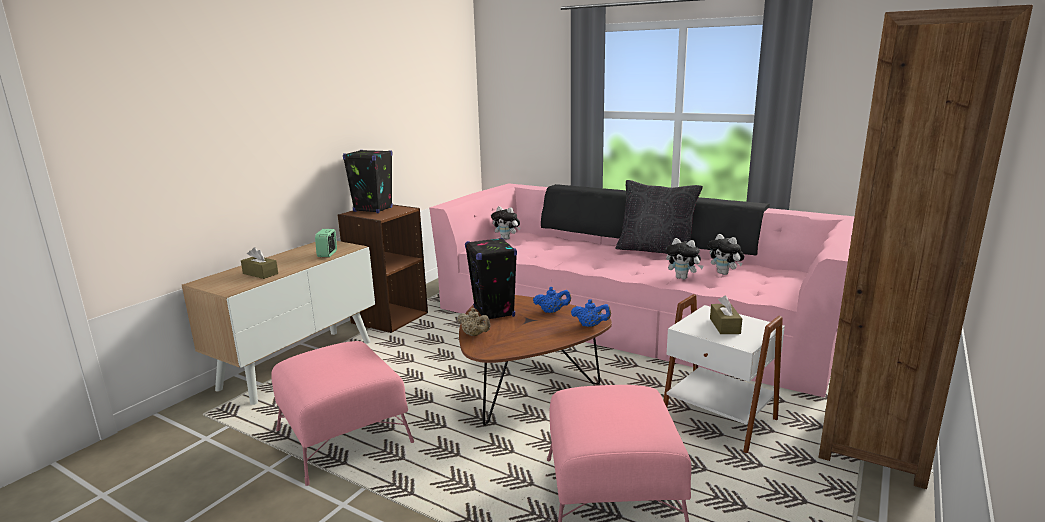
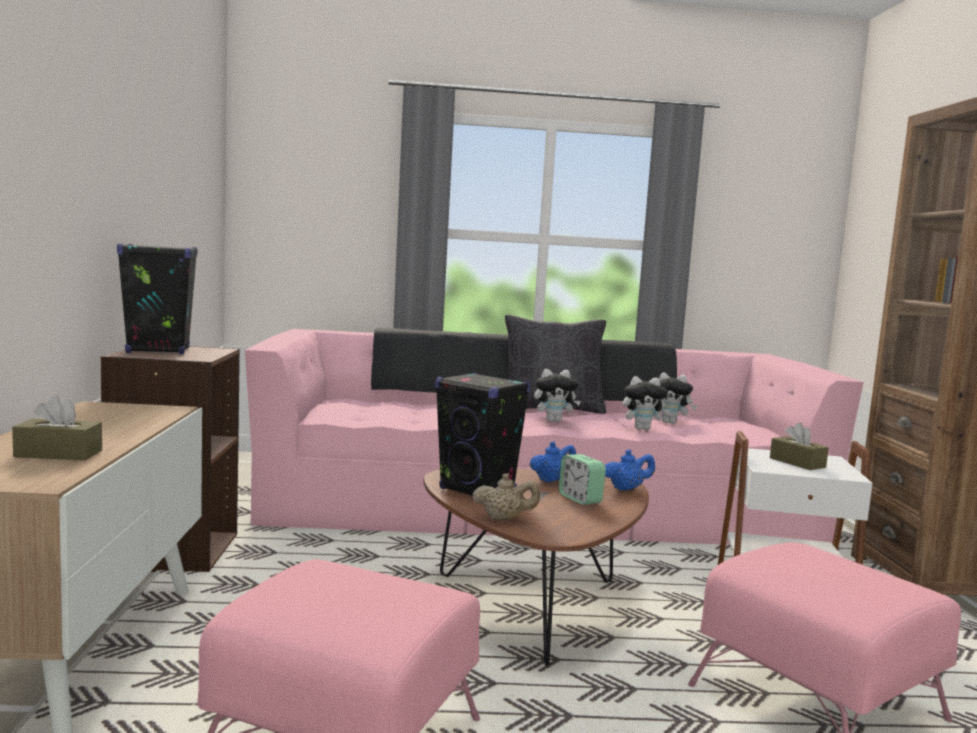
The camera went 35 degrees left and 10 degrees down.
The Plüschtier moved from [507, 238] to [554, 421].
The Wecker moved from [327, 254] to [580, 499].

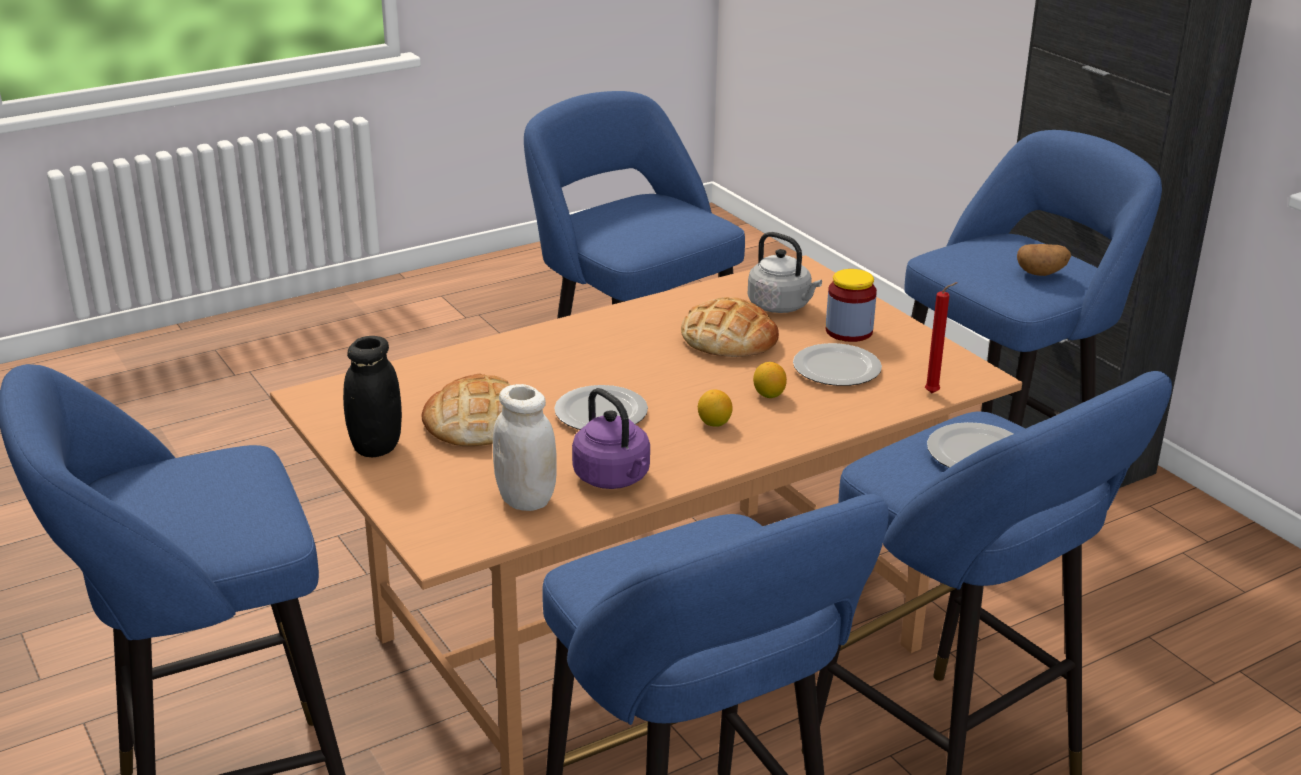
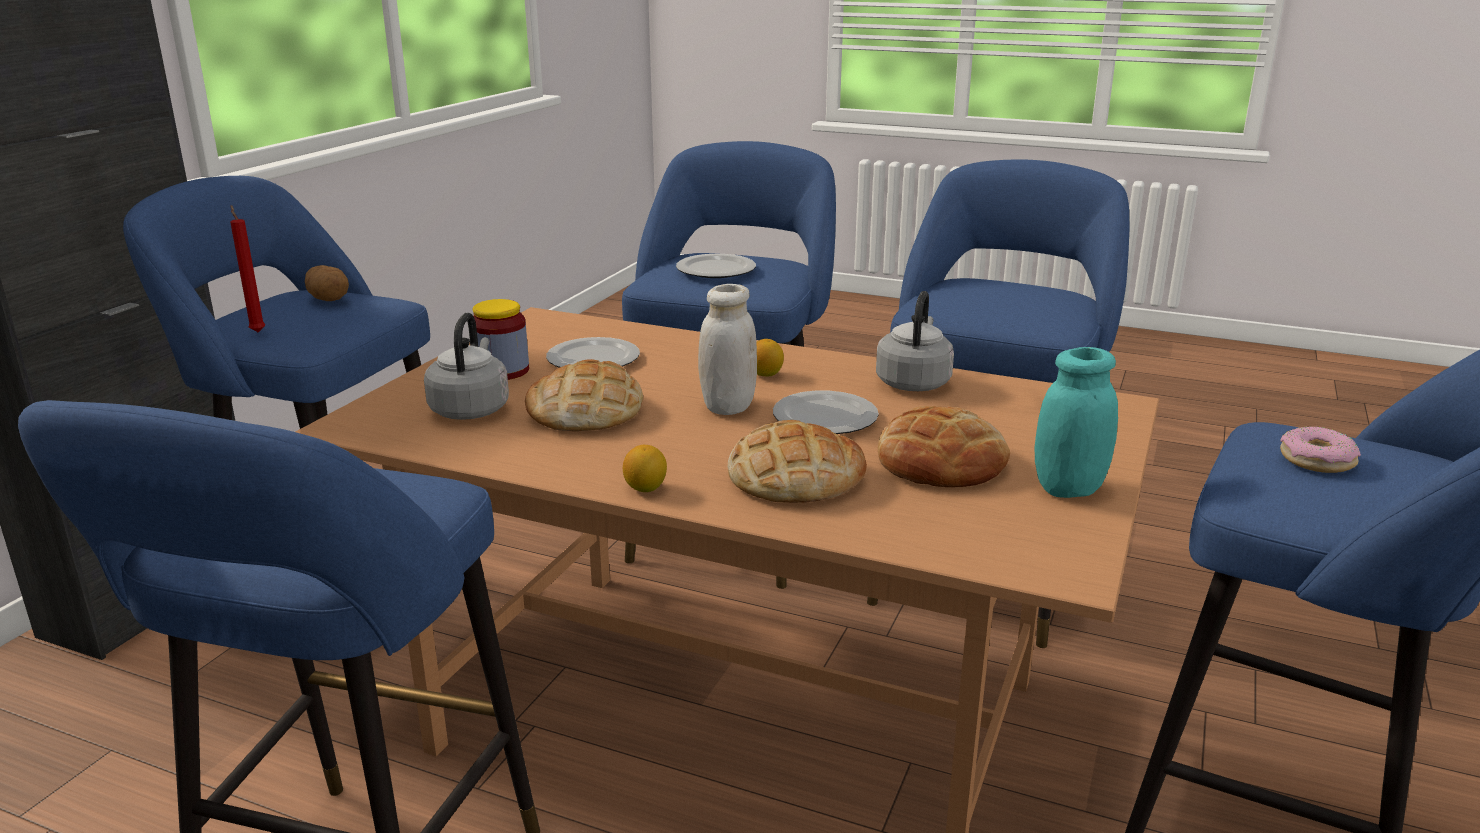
The camera went 125 degrees left and 5 degrees down.
The Kerze [rot] moved from [934, 393] to [257, 331].
The Zitrone moved from [769, 395] to [646, 488].
The Vorratsglas [weiß] moved from [526, 499] to [727, 406].
The Brot at [794, 477] appeared.
The Wasserkessel [lila] at [614, 478] became the Wasserkessel [grau] at [913, 382].
The Vorratsglas [schwarz] at [376, 446] became the Vorratsglas [türkis] at [1069, 488].
The Donut at [1317, 460] appeared.

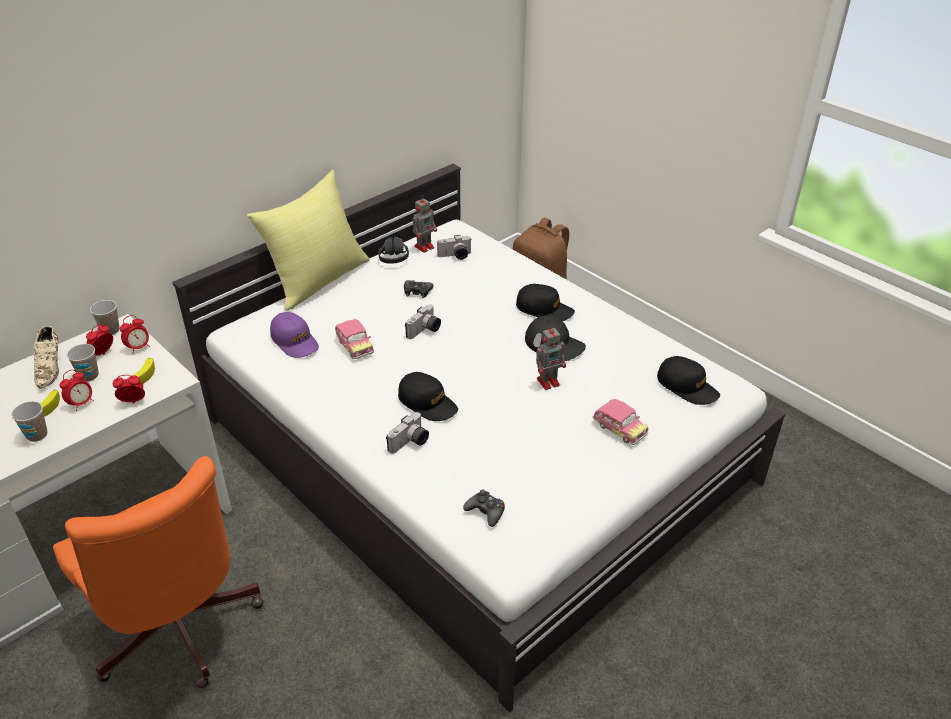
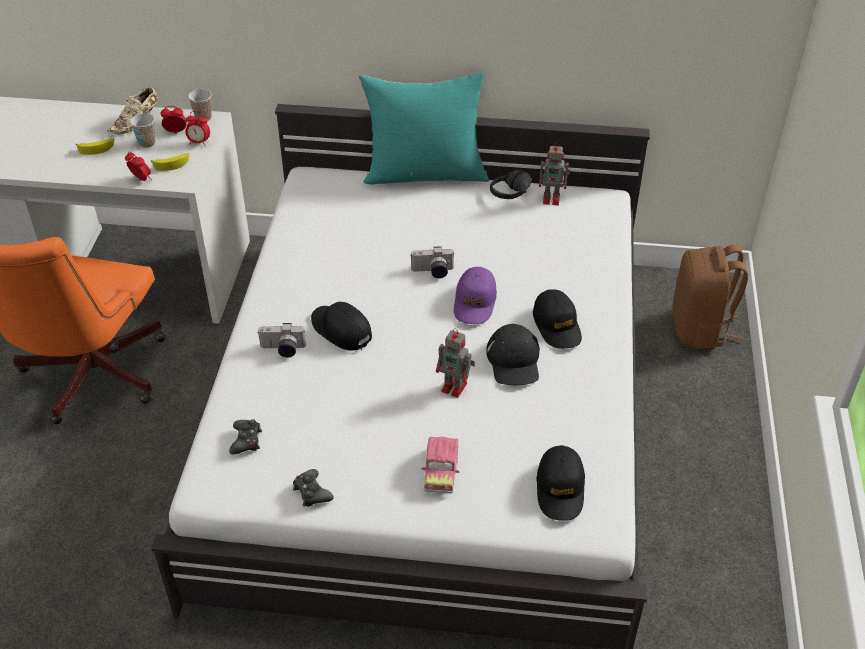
The camera went 50 degrees right and 5 degrees up.
The Gamepad [schwarz] moved from [417, 292] to [312, 492].
The Kappe [schwarz] at [427, 403] turned 135 degrees clockwise.
The Kissen [gelb] at [318, 279] became the Kissen [türkis] at [425, 172].
The Kappe [lila] moved from [295, 341] to [475, 302].
The Tasse at [37, 435] disappeared.
The Wecker at [81, 403] disappeared.
The Spielzeugauto at [354, 346] disappeared.
The Kamera at [455, 256] disappeared.

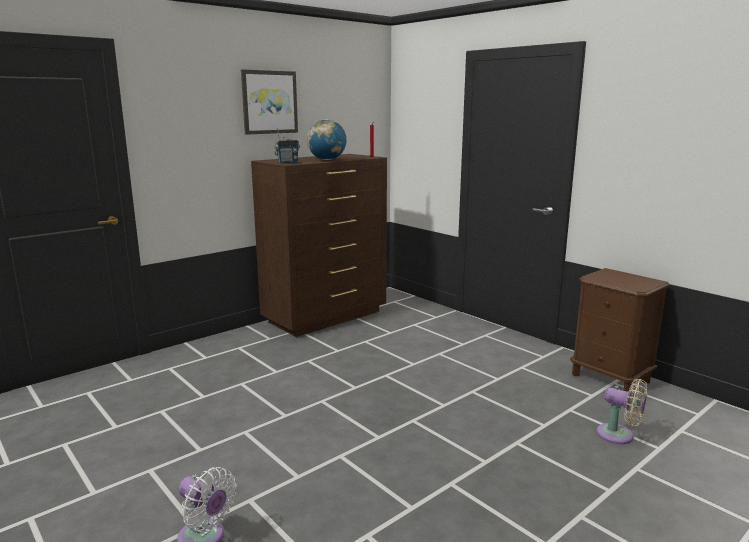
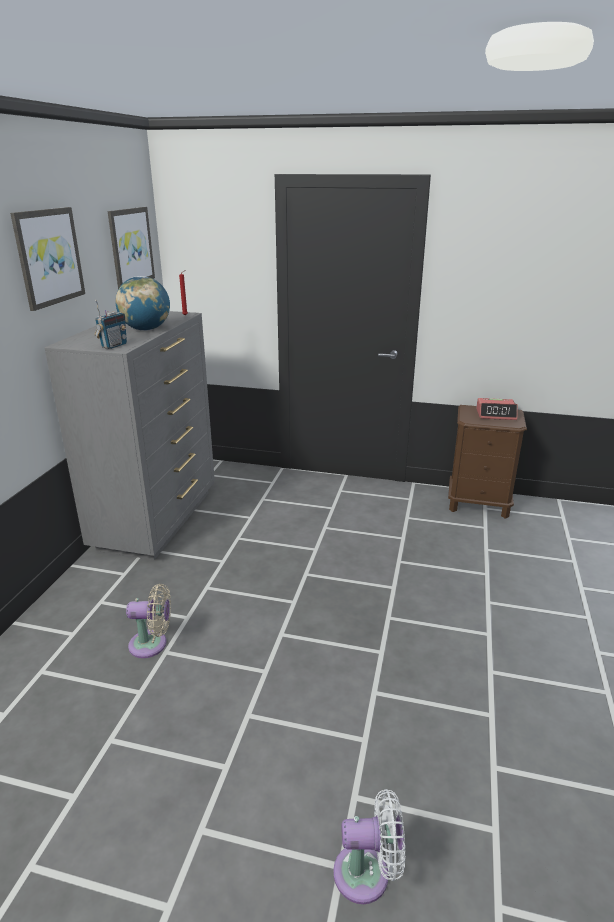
The camera went 35 degrees left and 10 degrees up.
The Kommode [braun] at [326, 317] became the Kommode [grau] at [158, 519].
The Bild at [130, 247] appeared.
The Ventilator [beige] moved from [619, 436] to [152, 644].
The Wecker at [496, 414] appeared.

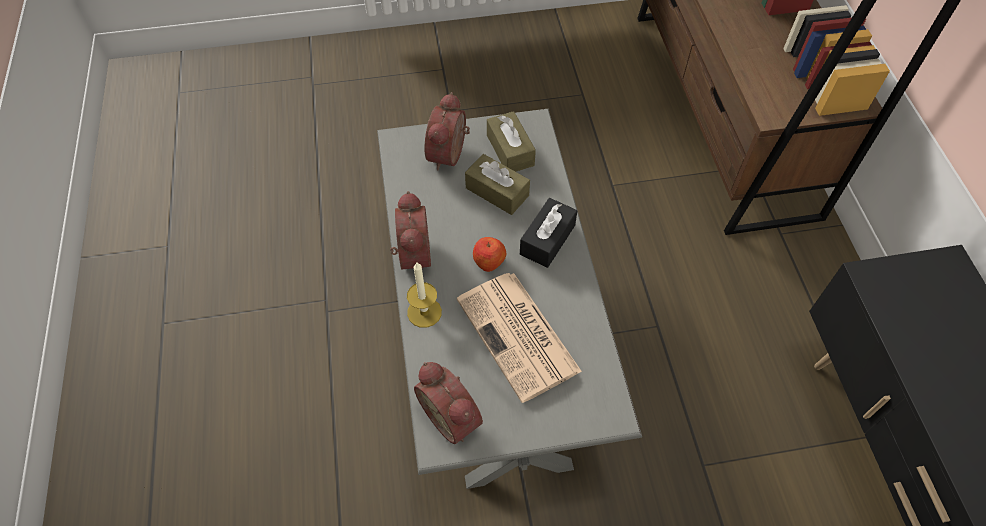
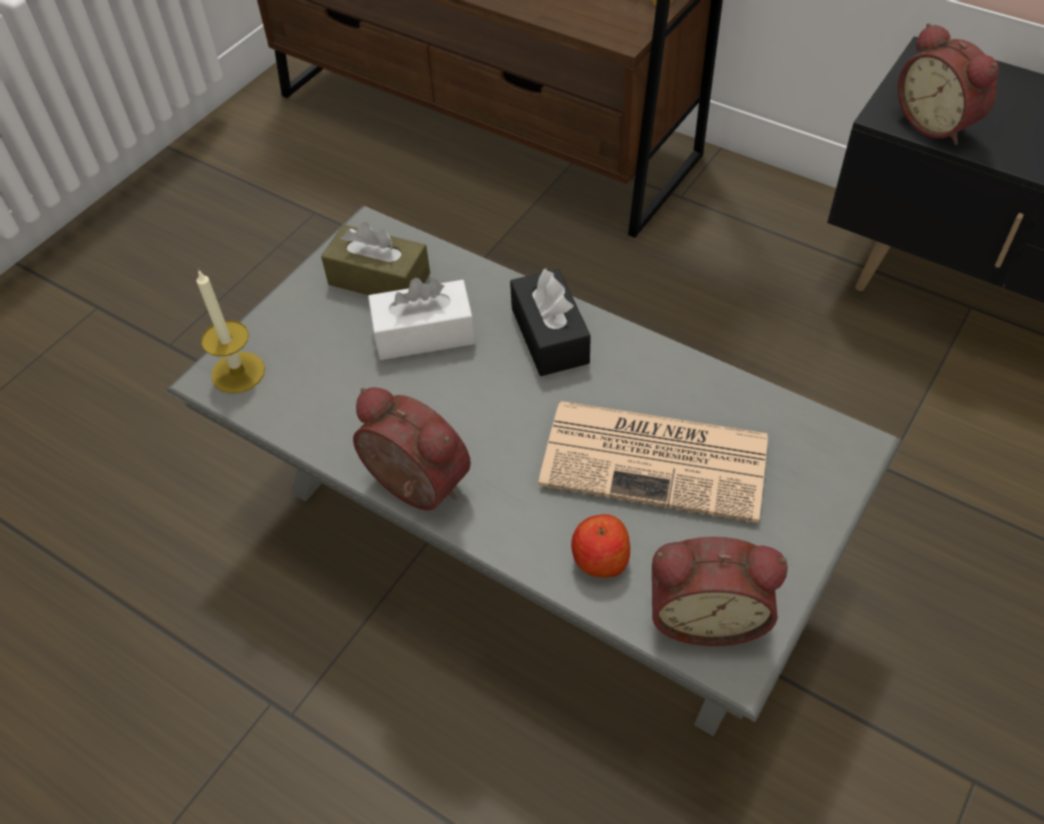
The camera went 45 degrees left and 5 degrees down.
The Kerze moved from [424, 312] to [238, 372].
The Taschentuchbox [braun] at [497, 192] became the Taschentuchbox [weiß] at [424, 334].
The Apfel moved from [489, 261] to [600, 559].
The Wecker moved from [450, 155] to [937, 123].

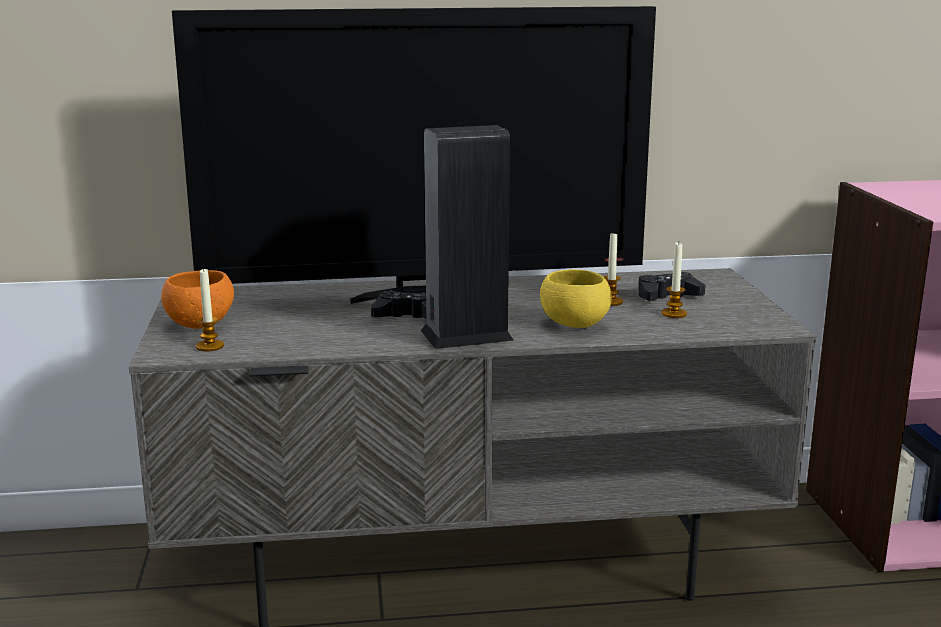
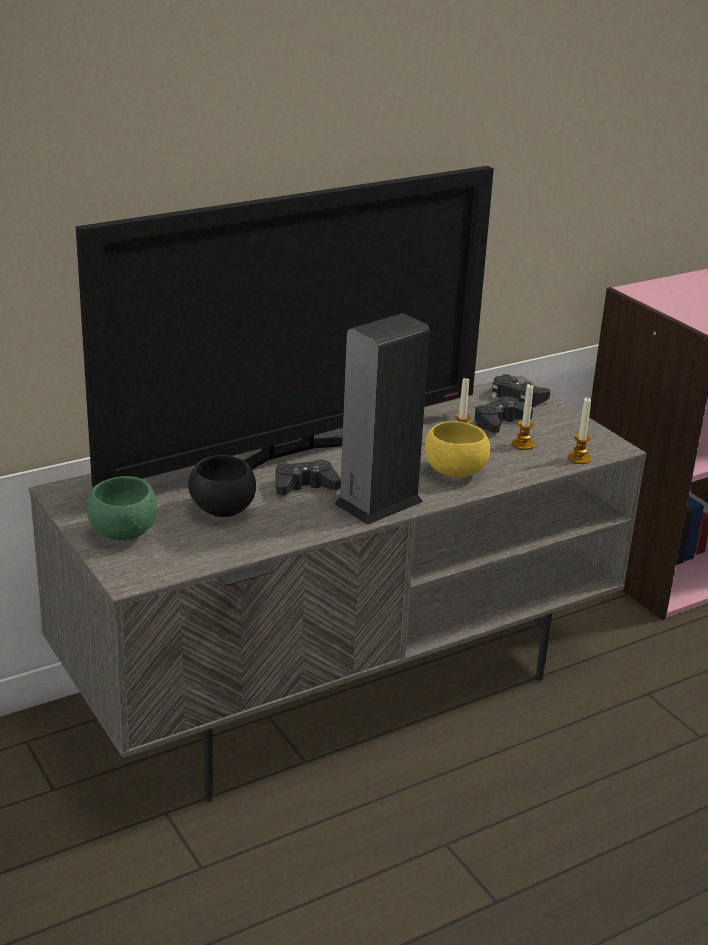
The camera went 25 degrees left and 10 degrees up.
The Schüssel [orange] at [200, 325] became the Schüssel [grün] at [123, 533].
The Schüssel [schwarz] at [222, 510] appeared.
The Gamepad [schwarz] at [517, 397] appeared.
The Kerze moved from [210, 346] to [579, 458].

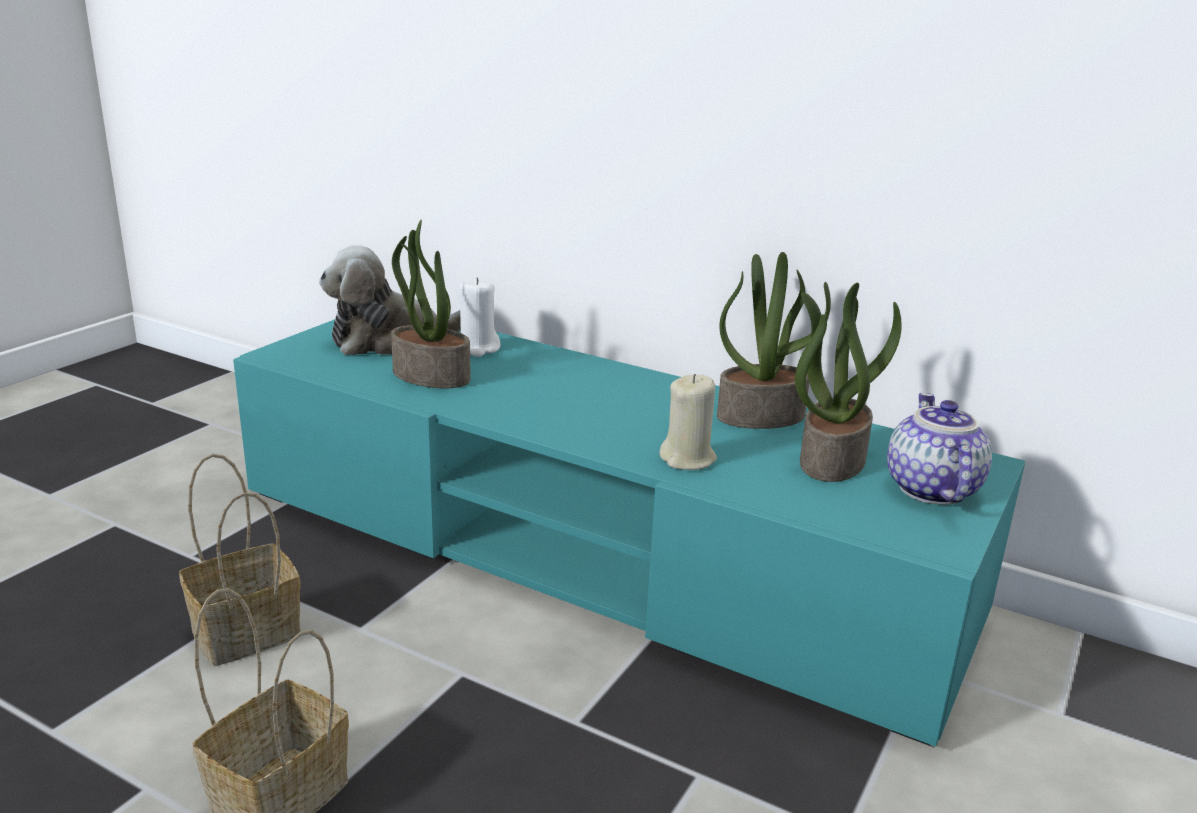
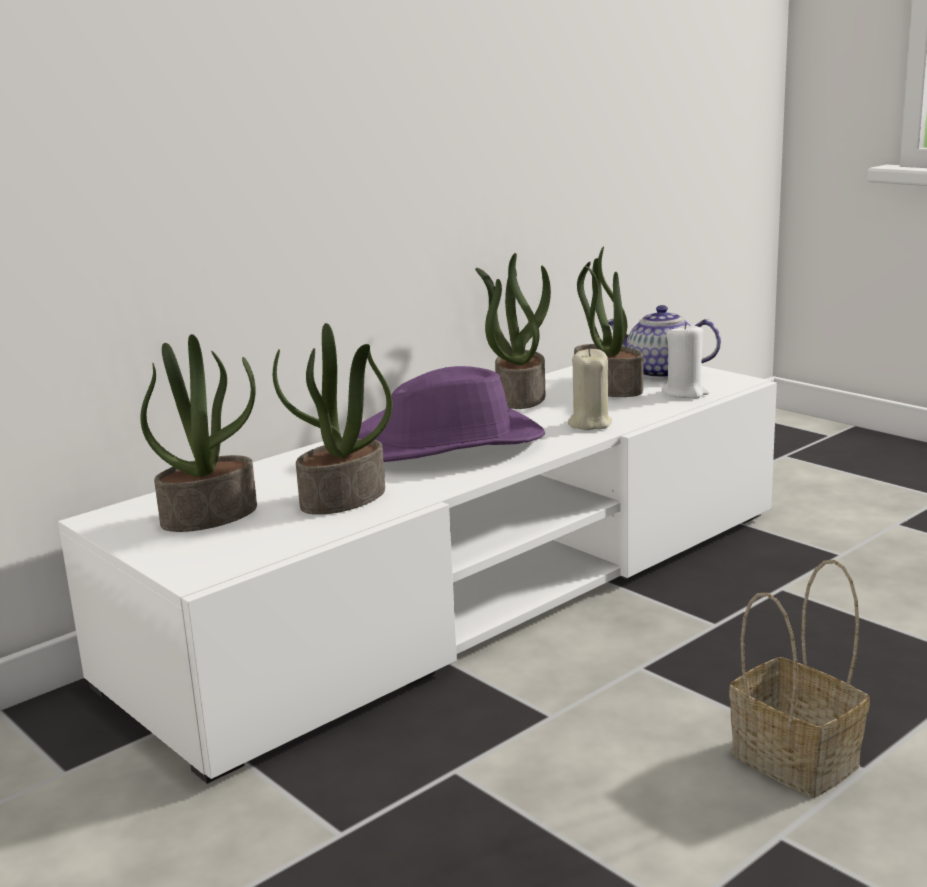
The camera went 70 degrees left and 5 degrees down.
The Fernsehschrank [türkis] at [592, 552] became the Fernsehschrank [weiß] at [470, 592].
The Plüschtier at [389, 340] was replaced by the Topfpflanze at [210, 515].
The Hut [lila] at [446, 444] appeared.
The Kerze [weiß] moved from [478, 349] to [685, 393].
The Korb at [249, 631] disappeared.

